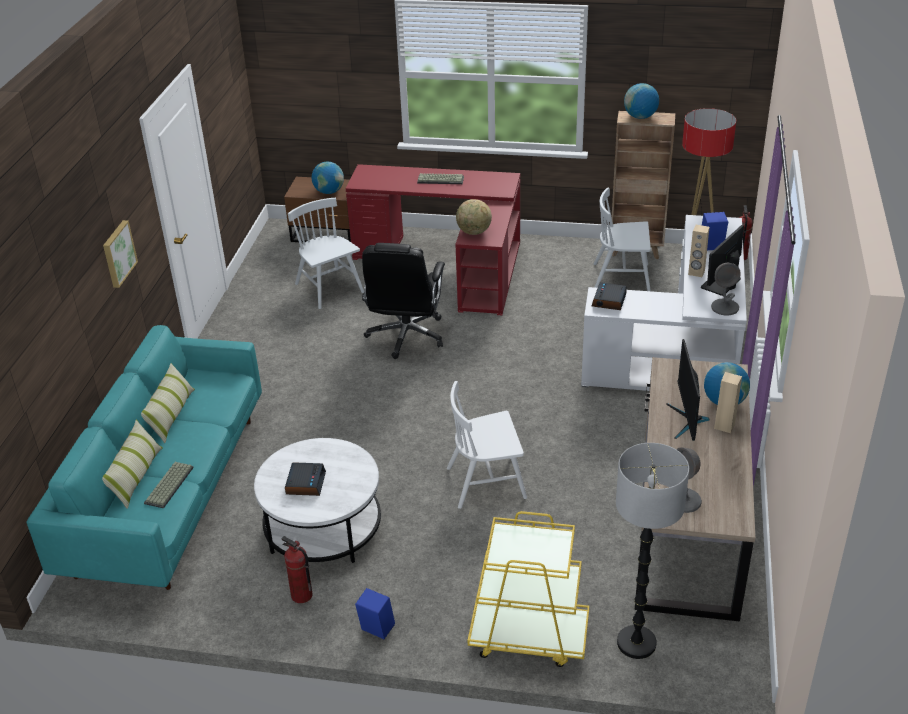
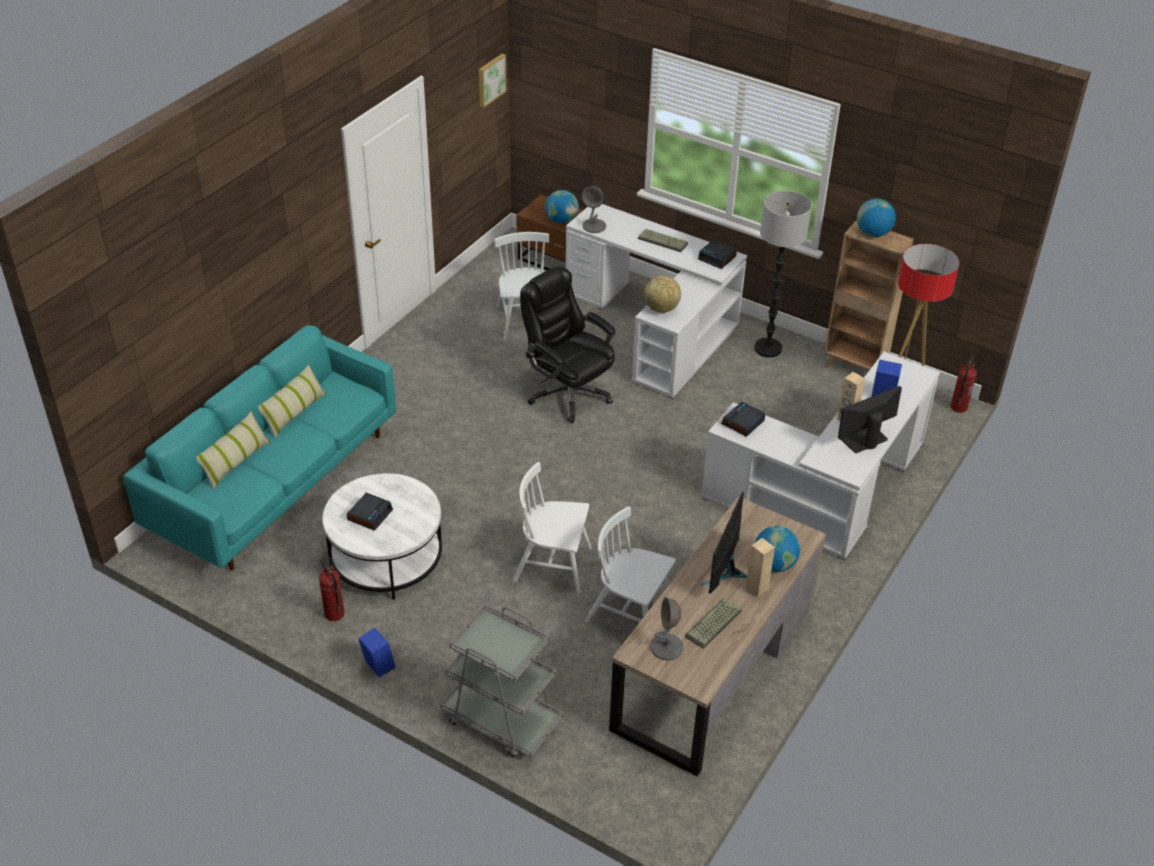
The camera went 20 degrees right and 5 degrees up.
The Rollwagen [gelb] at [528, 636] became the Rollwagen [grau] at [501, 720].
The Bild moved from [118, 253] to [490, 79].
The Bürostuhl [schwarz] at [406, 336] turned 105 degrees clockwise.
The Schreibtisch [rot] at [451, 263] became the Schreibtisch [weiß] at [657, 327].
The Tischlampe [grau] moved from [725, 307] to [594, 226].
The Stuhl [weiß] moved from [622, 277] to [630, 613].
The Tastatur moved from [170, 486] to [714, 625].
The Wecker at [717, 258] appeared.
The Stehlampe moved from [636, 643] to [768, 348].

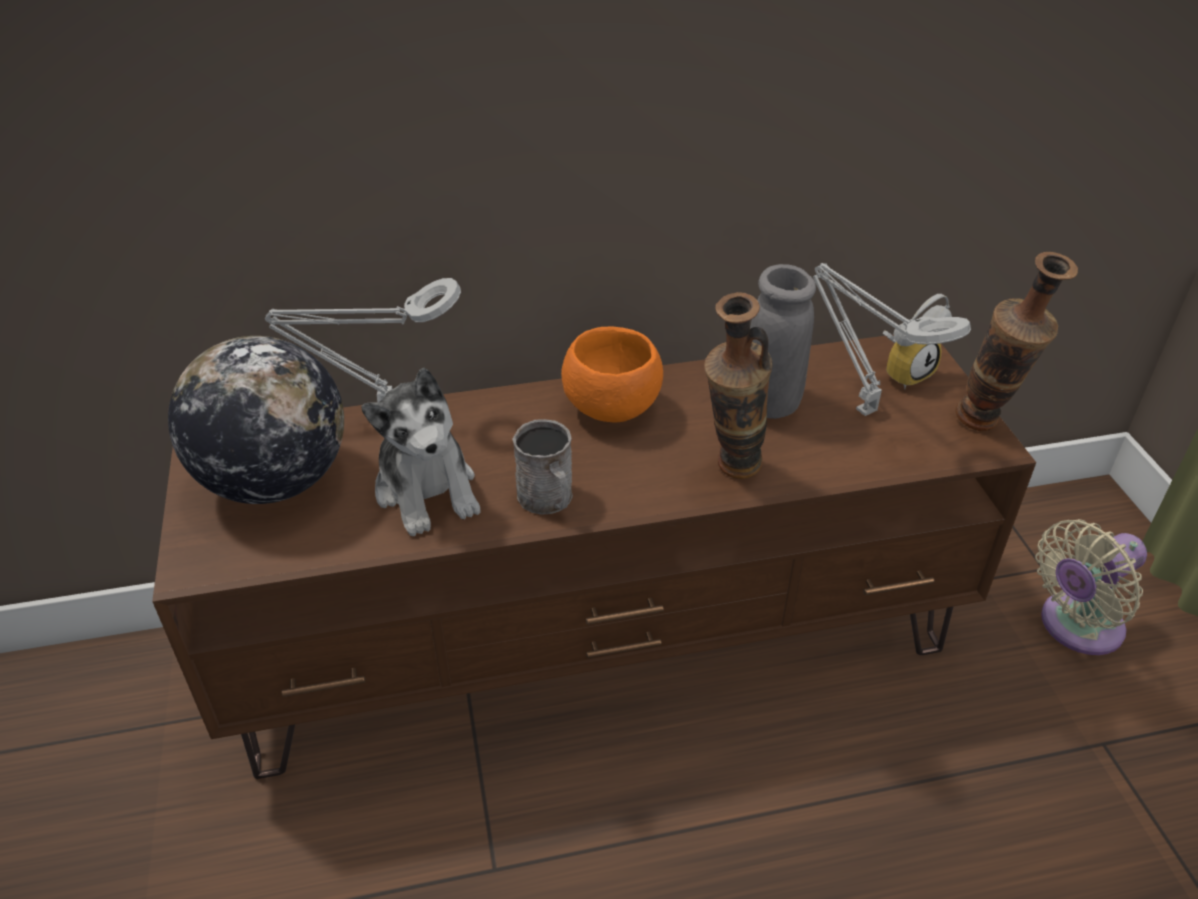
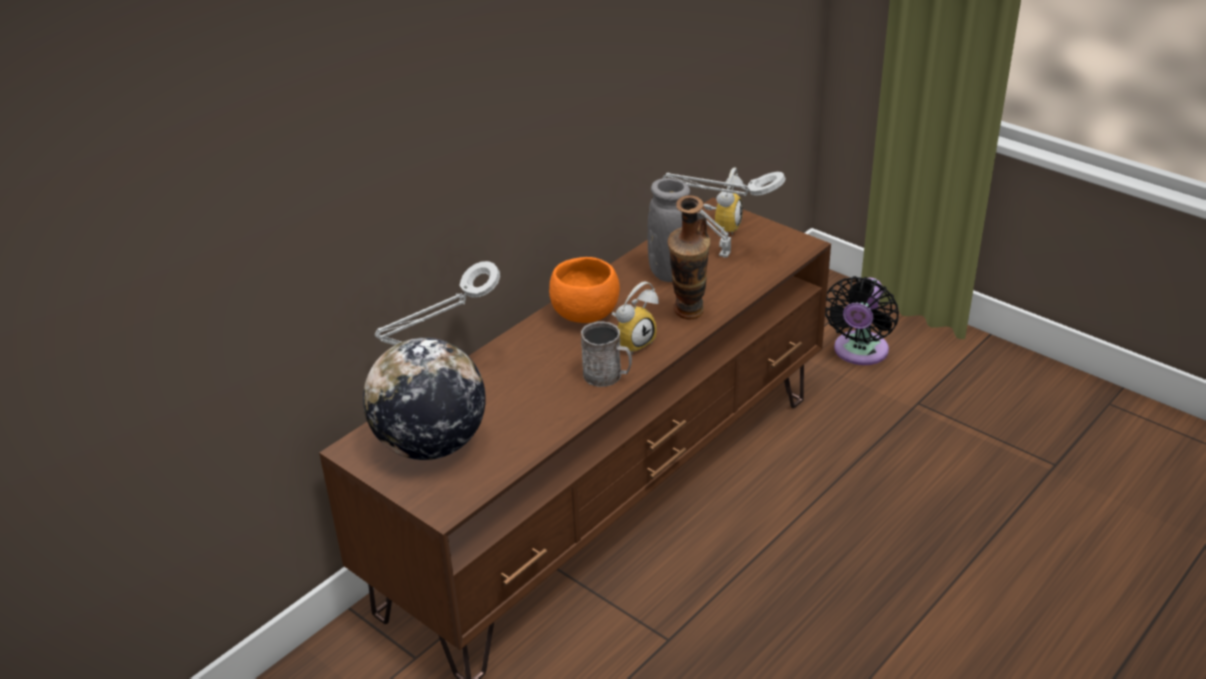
The camera went 35 degrees left and 5 degrees down.
The Wecker at [633, 341] appeared.
The Ventilator [beige] at [1075, 627] became the Ventilator [schwarz] at [859, 352].
The Plüschtier at [427, 490] disappeared.
The Vase at [985, 427] disappeared.

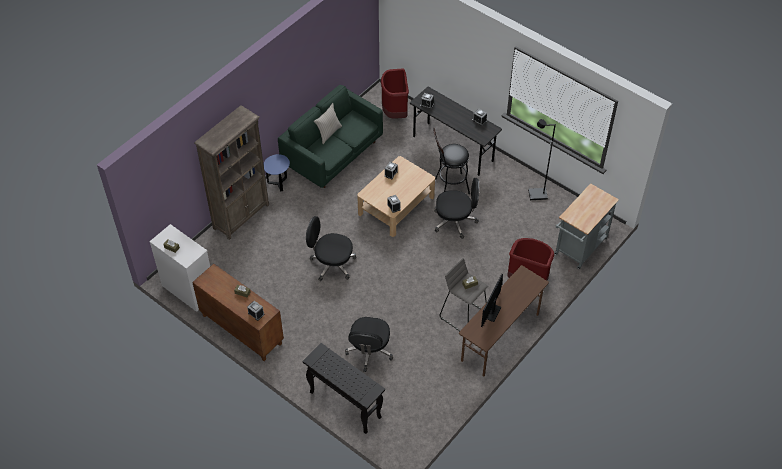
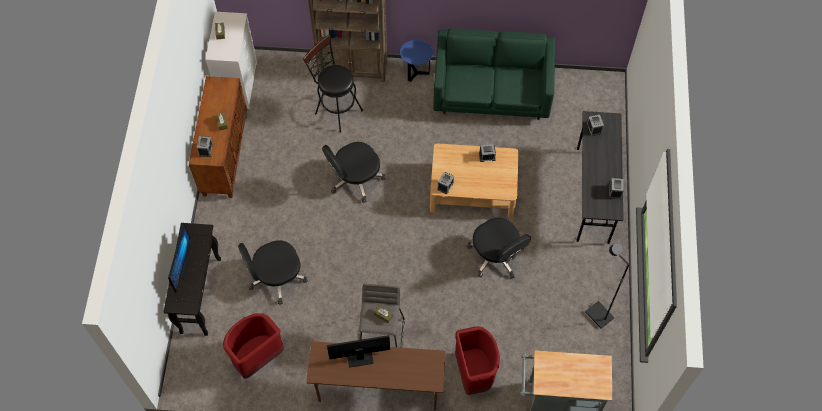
The camera went 55 degrees right and 10 degrees up.
The Monitor at [181, 267] appeared.
The Mülleimer [rot] moved from [395, 112] to [257, 358].
The Hocker [schwarz] moved from [449, 187] to [335, 109].
The Bürostuhl [schwarz] at [331, 264] turned 105 degrees counterclockwise.
The Kissen [beige] at [328, 133] disappeared.

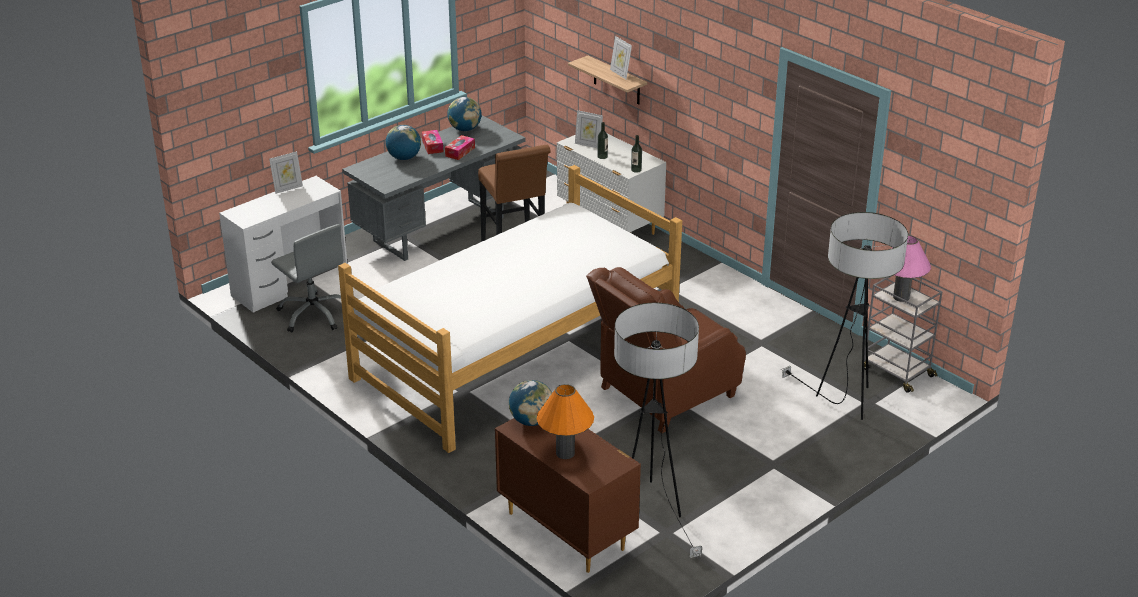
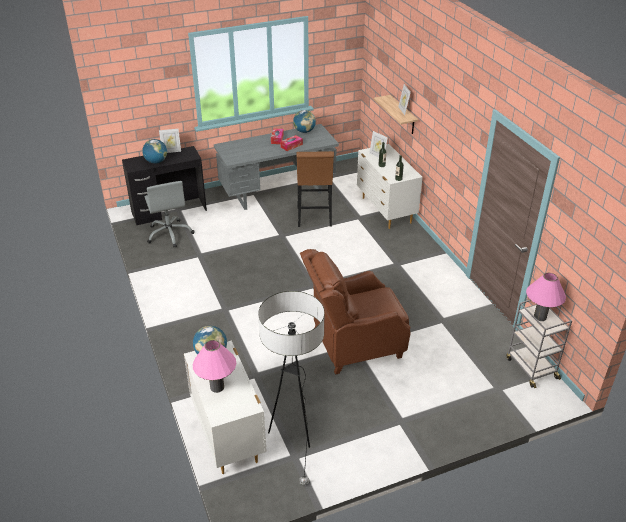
The camera went 20 degrees right and 5 degrees up.
The Schreibtisch [weiß] at [290, 283] became the Schreibtisch [schwarz] at [169, 211].
The Globus moved from [404, 158] to [156, 162].
The Kommode [braun] at [566, 530] became the Kommode [weiß] at [228, 434].
The Tischlampe [orange] at [565, 453] became the Tischlampe [rosa] at [217, 387].
The Bett at [515, 354] disappeared.
The Stehlampe at [844, 403] disappeared.

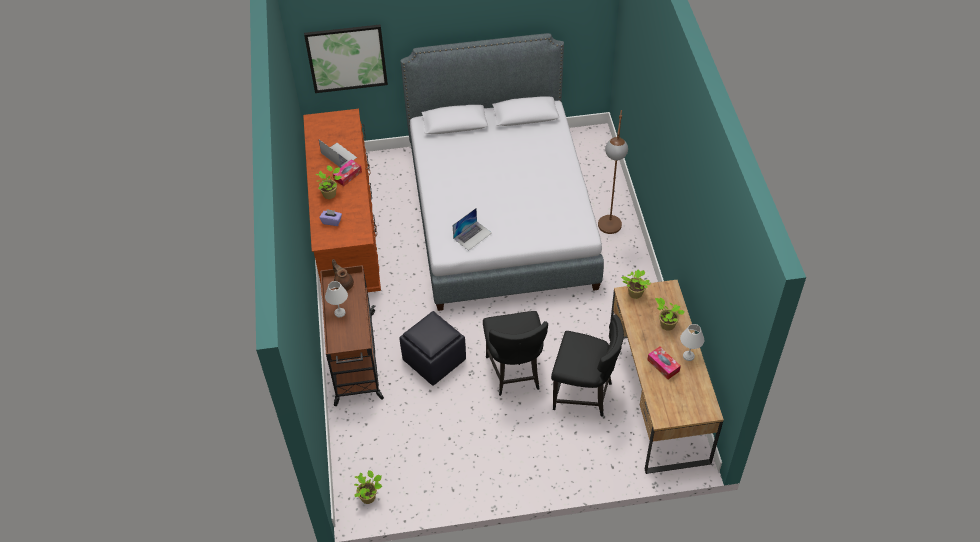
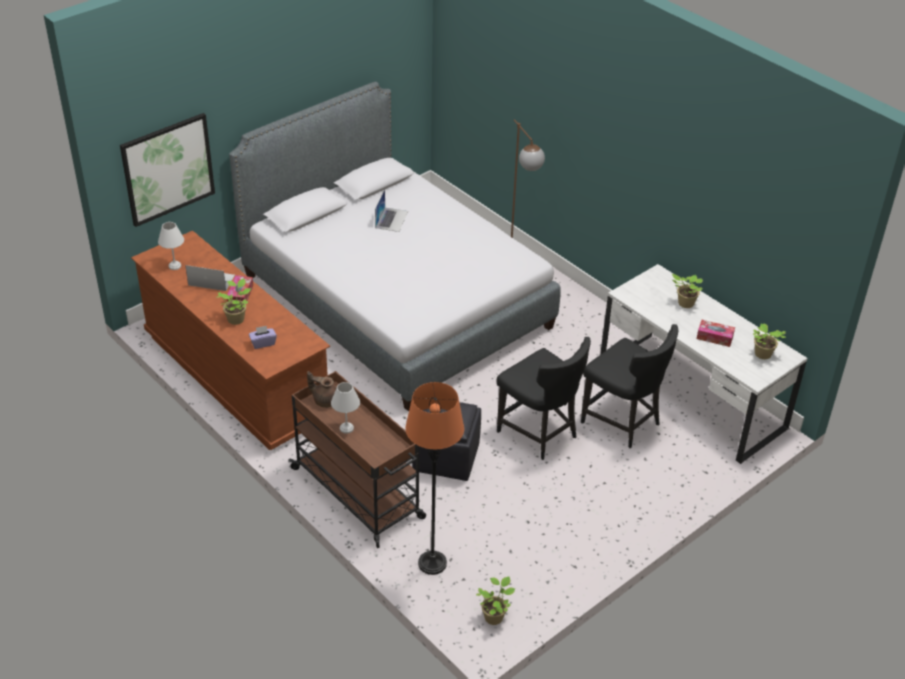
The camera went 35 degrees left and 10 degrees down.
The Tischlampe [weiß] moved from [689, 356] to [175, 266].
The Laptop moved from [472, 235] to [391, 219].
The Stehlampe [orange] at [432, 563] appeared.
The Stuhl [schwarz] at [584, 394] turned 60 degrees clockwise.
The Schreibtisch [braun] at [657, 397] became the Schreibtisch [weiß] at [691, 395].
The Topfpflanze moved from [634, 294] to [762, 355].

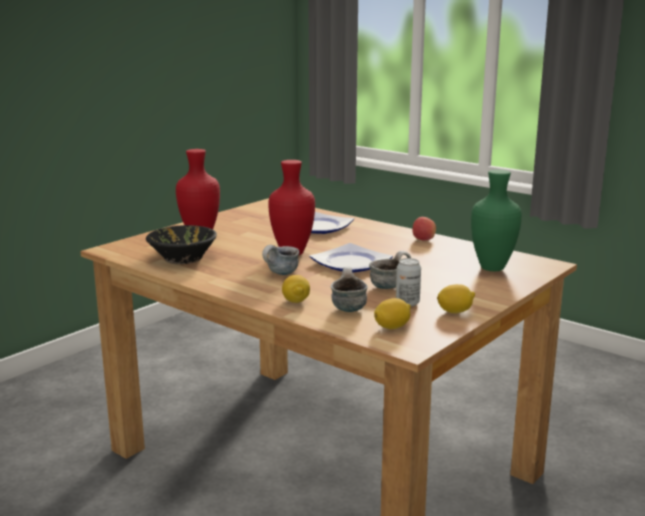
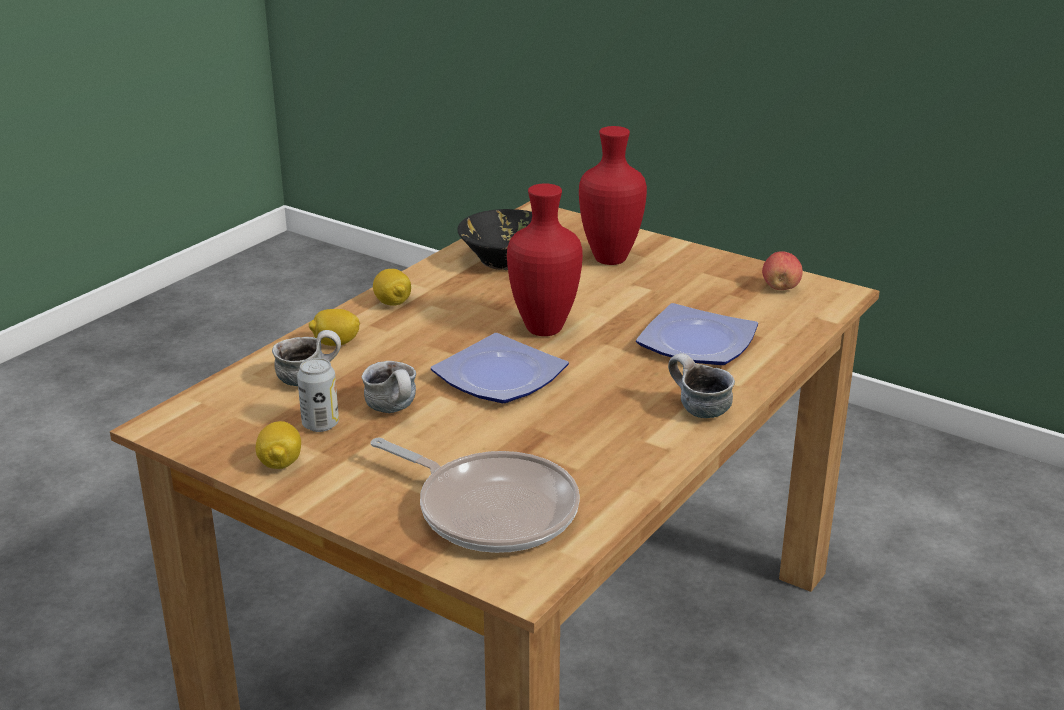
The camera went 85 degrees right and 10 degrees up.
The Vase [grün] at [490, 268] was replaced by the Pfanne at [490, 509].
The Zitrone moved from [392, 327] to [392, 303].
The Henkelbecher moved from [280, 274] to [697, 410].
The Apfel moved from [423, 239] to [780, 288].

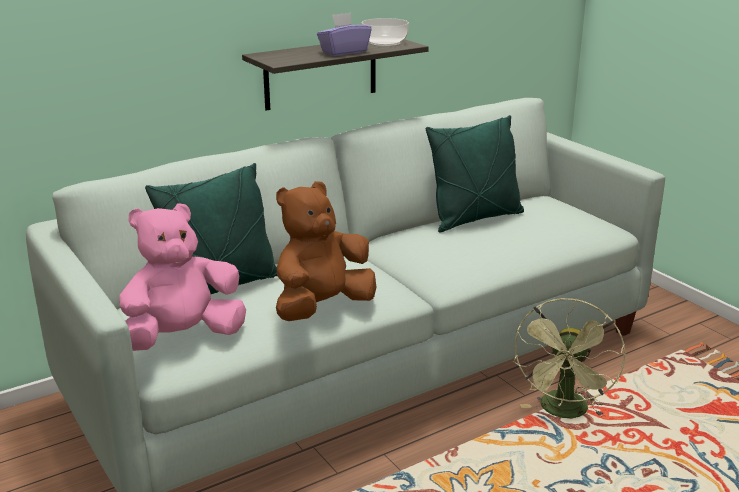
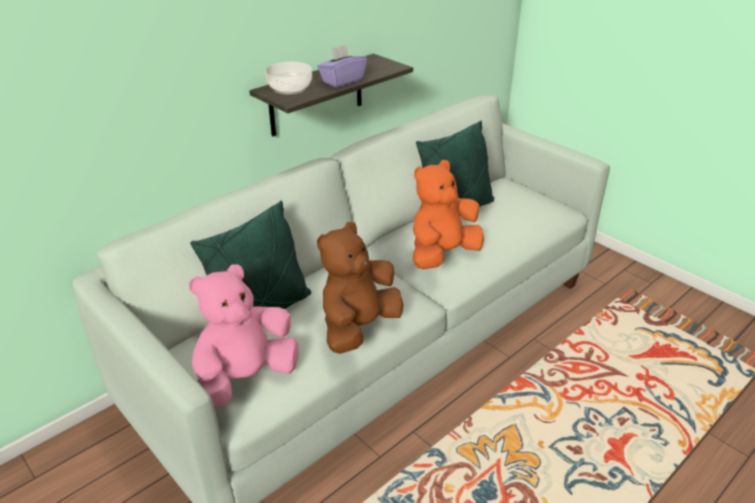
The camera went 10 degrees left and 10 degrees up.
The Schüssel moved from [385, 42] to [290, 88].
The Plüschtier [orange] at [442, 255] appeared.
The Ventilator [grün] at [564, 412] disappeared.

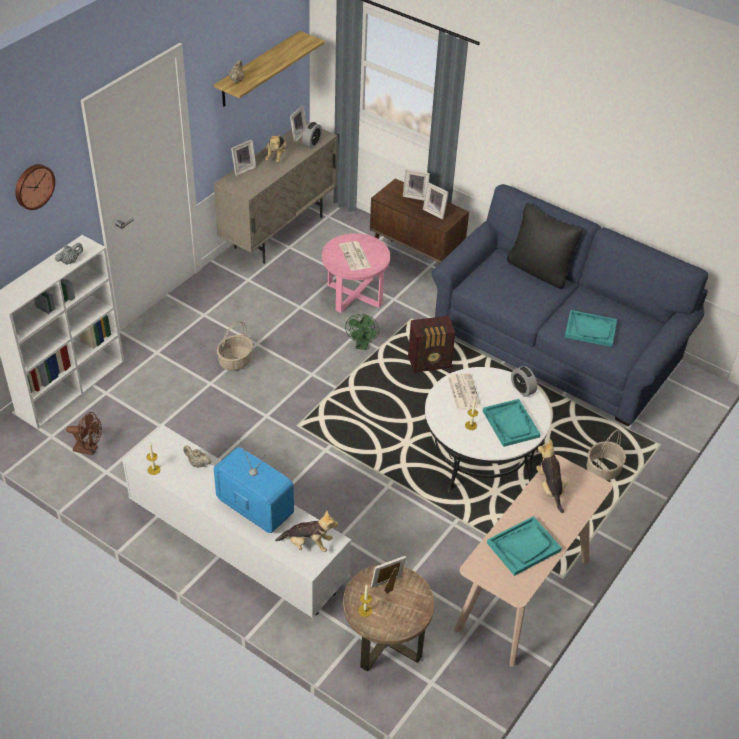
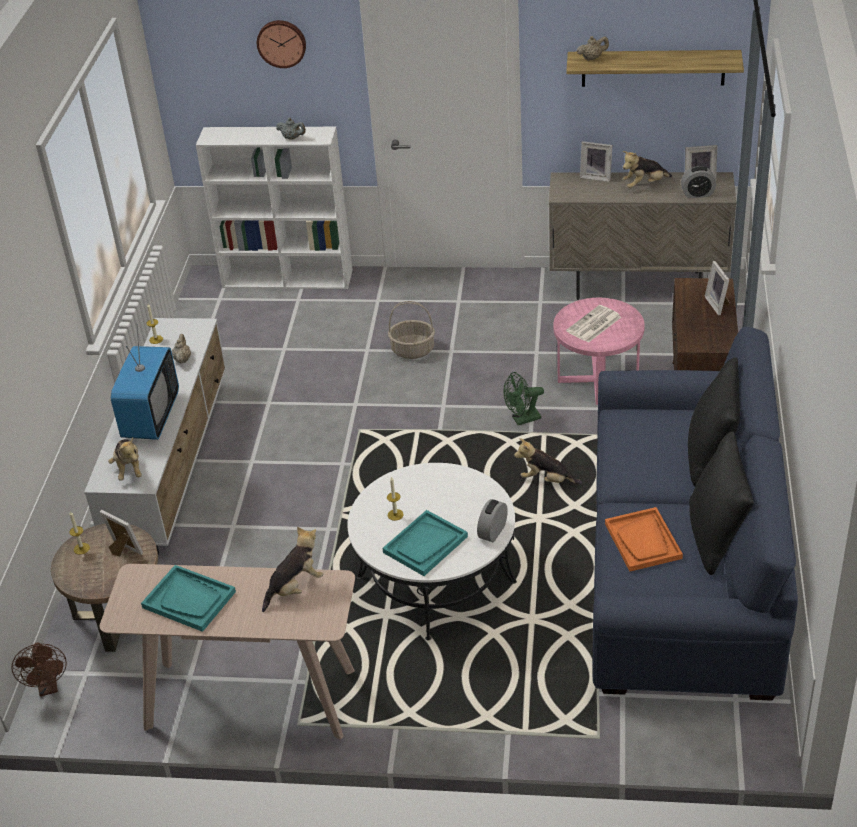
The camera went 65 degrees right and 5 degrees down.
The Ventilator [braun] moved from [89, 449] to [48, 687].
The Radio at [430, 362] was replaced by the Plüschtier at [546, 480].
The Tablett [türkis] at [590, 329] became the Tablett [orange] at [643, 541].
The Kissen [schwarz] at [716, 538] appeared.
The Bilderrahmen at [435, 212] disappeared.
The Zeitung at [463, 391] disappeared.
The Korb at [603, 470] disappeared.

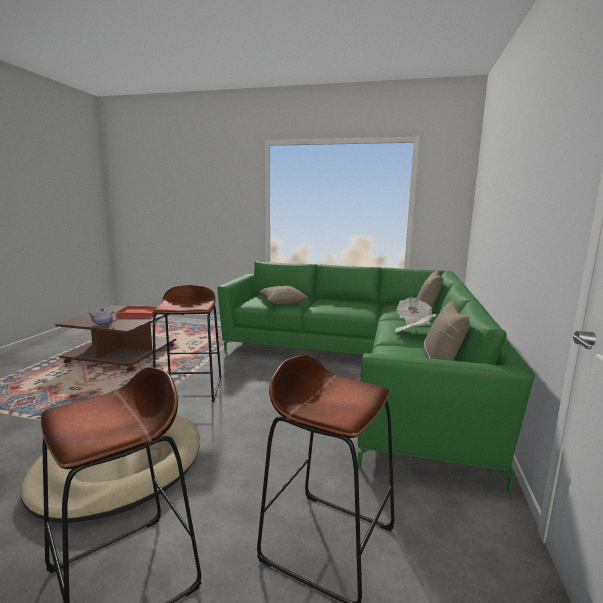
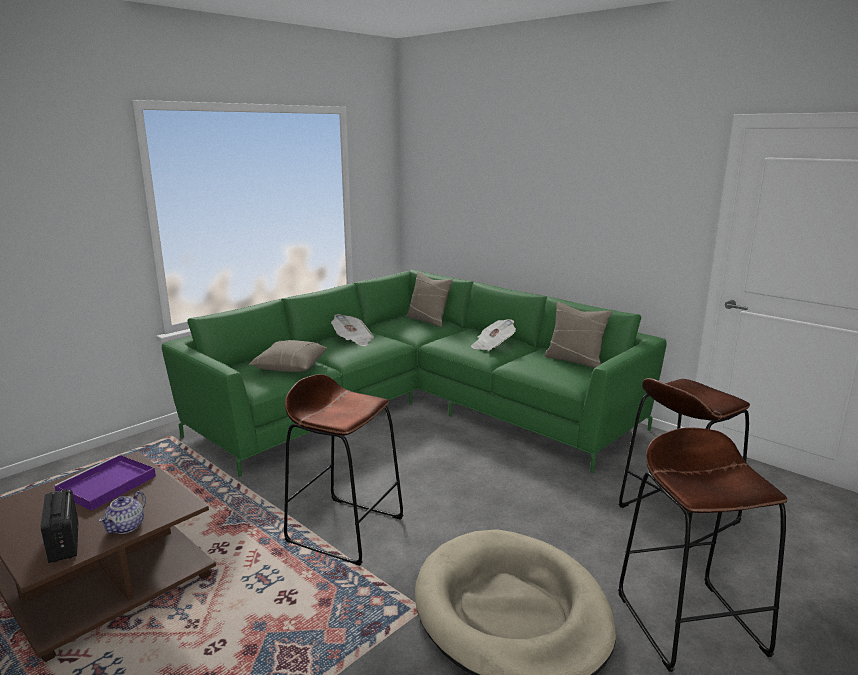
The camera went 60 degrees left and 5 degrees up.
The Radio at [64, 543] appeared.
The Tablett [rot] at [138, 313] became the Tablett [lila] at [105, 486].
The Zeitung moved from [413, 322] to [353, 341].

